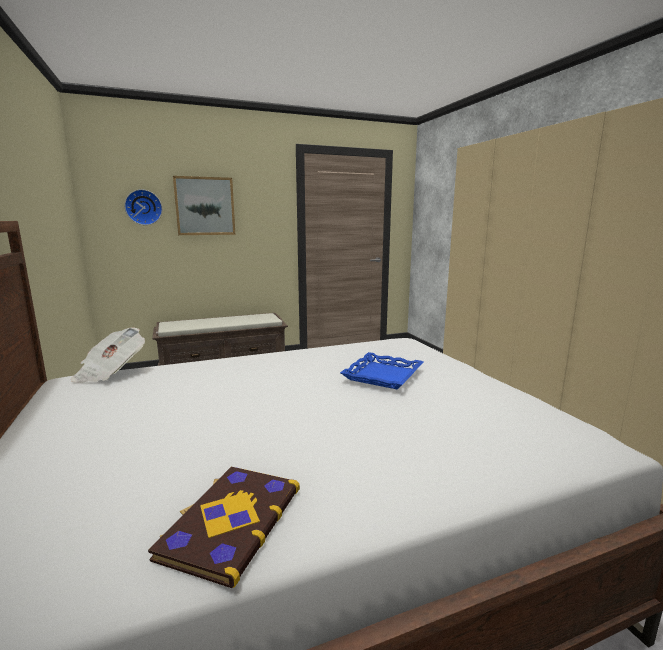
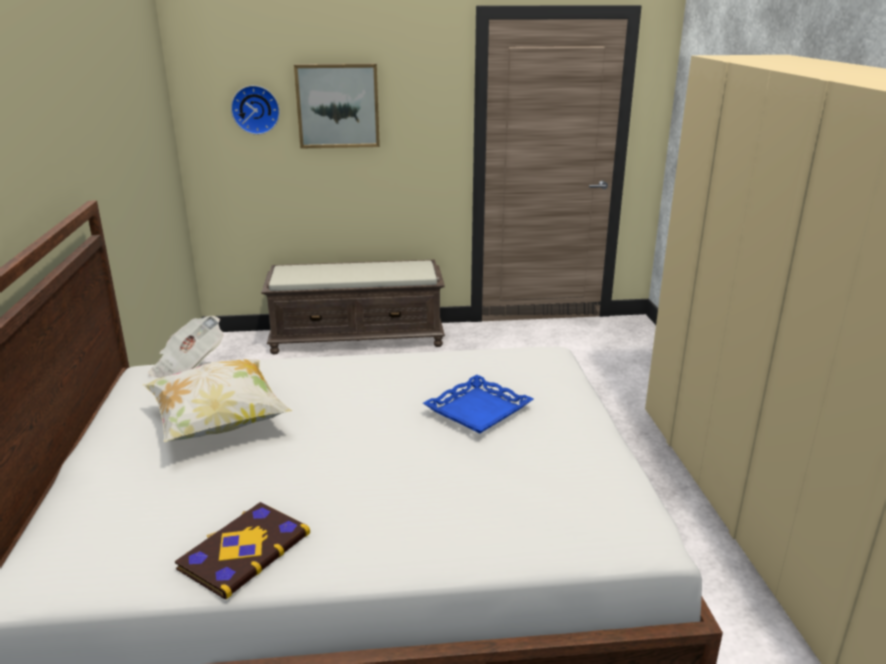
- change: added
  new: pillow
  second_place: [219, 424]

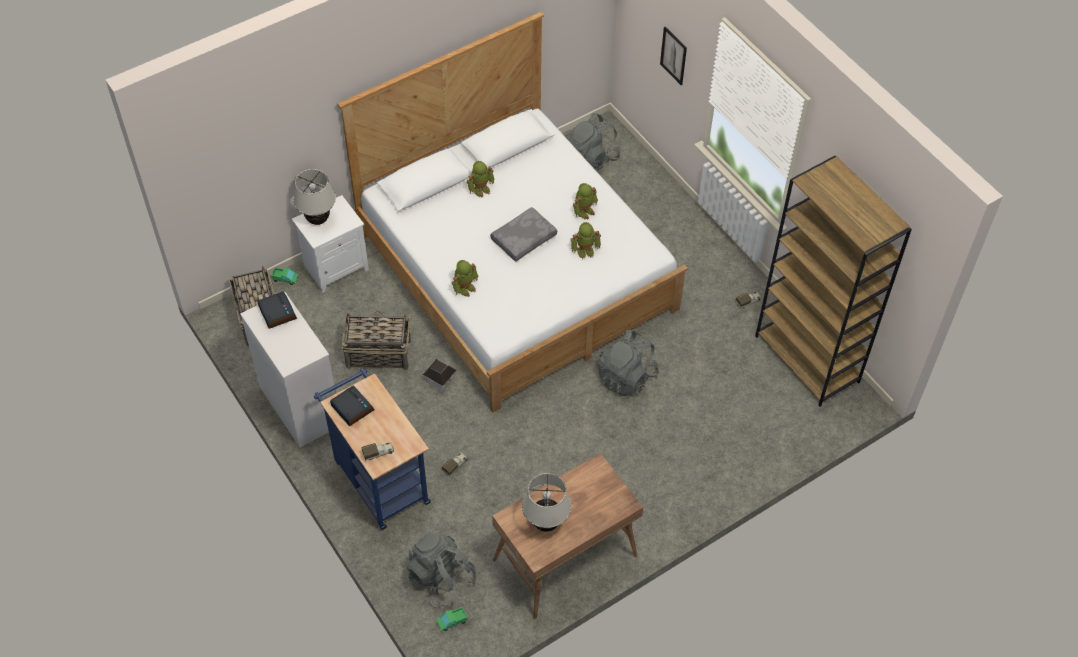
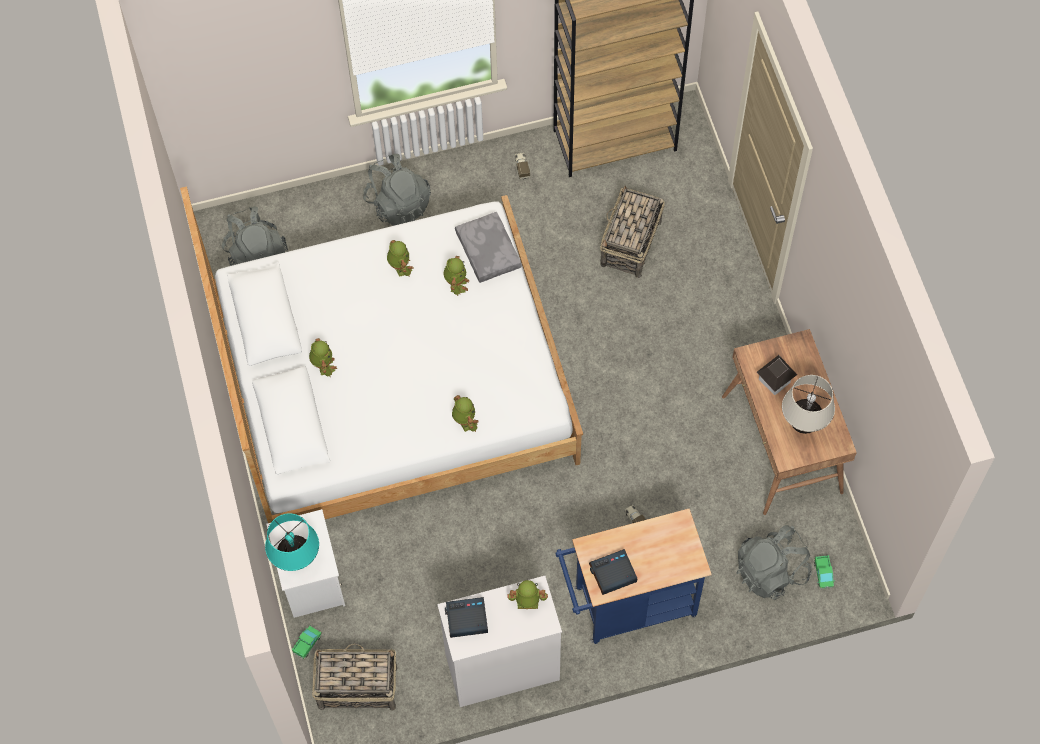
- change: recoloured
  old: beige-coloured lamp for a table
  new: blue-green lamp for a table
  first_place: [318, 220]
  second_place: [296, 560]
- change: moved
  old: household basket
  first_place: [377, 353]
  second_place: [630, 244]
- change: removed
  old: toy truck
  first_place: [378, 453]
- change: moved
  old: model house
  first_place: [440, 379]
  second_place: [774, 380]
- change: moved
  old: gray pillow
  first_place: [523, 238]
  second_place: [487, 251]
- change: moved
  old: gray backpack
  first_place: [626, 377]
  second_place: [398, 203]
- change: removed
  old: wall art
  first_place: [673, 55]
- change: added
  new: model robot
  second_place: [527, 603]

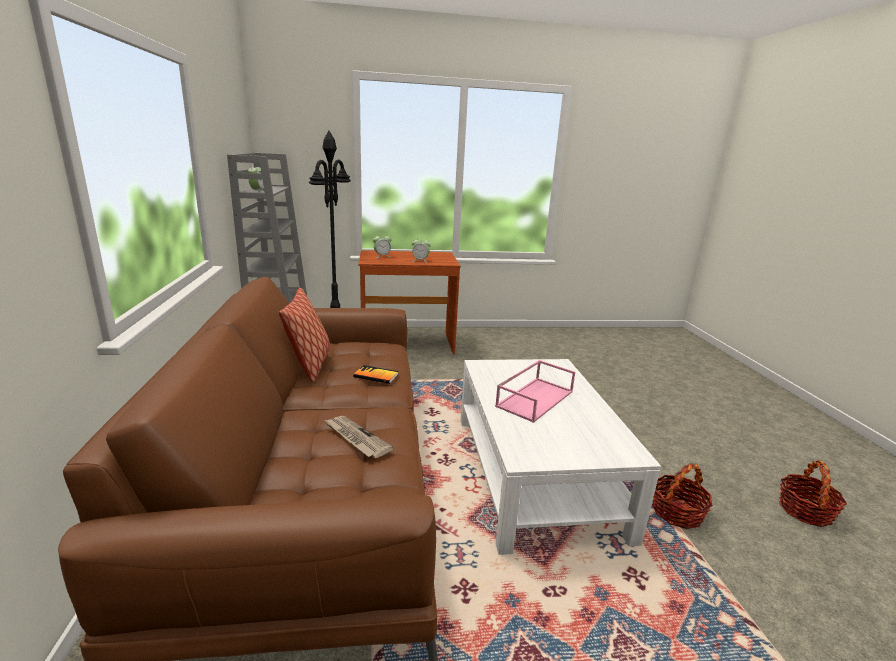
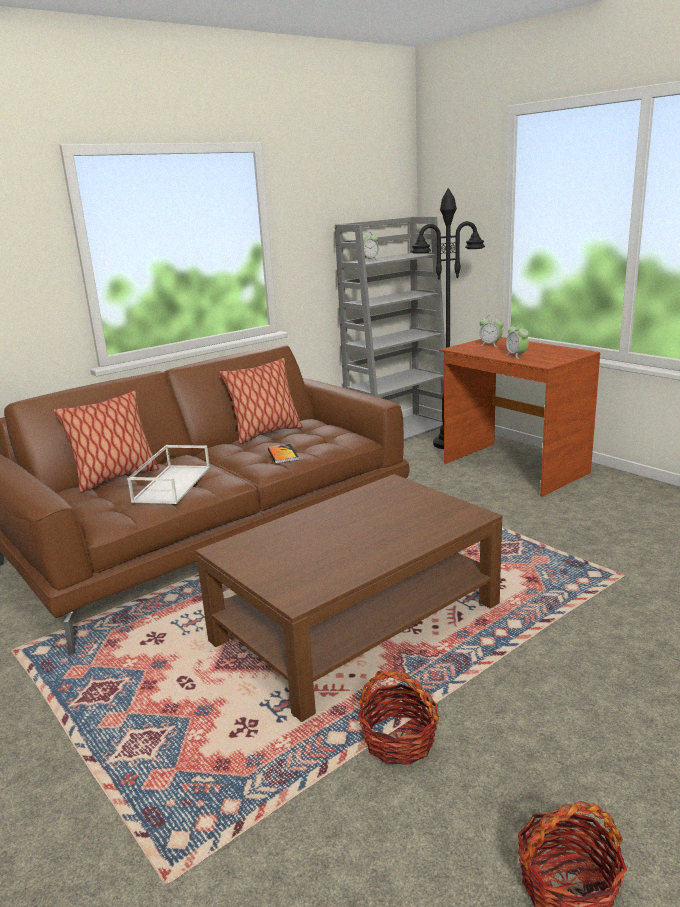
- change: replaced
  old: newspaper
  new: white serving tray
  first_place: [356, 438]
  second_place: [172, 484]
- change: recoloured
  old: white low table
  new: brown-coloured low table
  first_place: [534, 472]
  second_place: [358, 621]
- change: removed
  old: pink-coloured serving tray
  first_place: [534, 398]
- change: added
  new: pillow
  second_place: [115, 478]

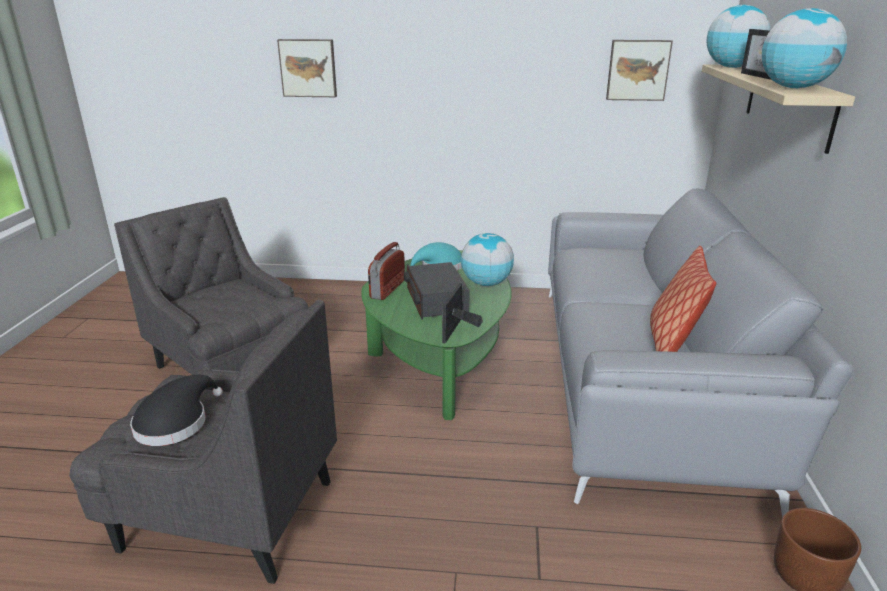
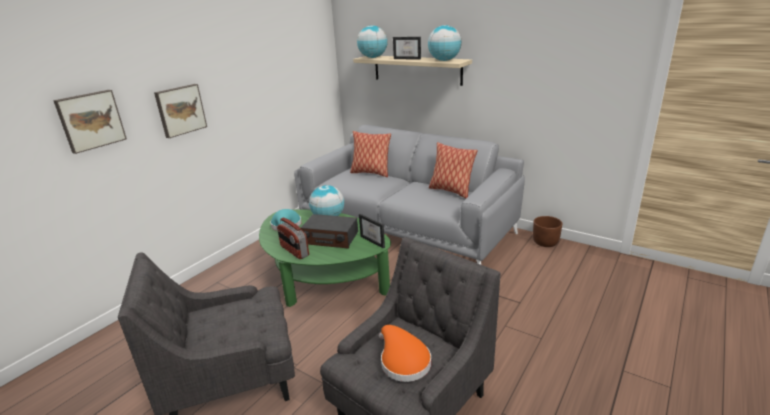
- change: recoloured
  old: blackish hat
  new: orange-coloured hat
  first_place: [175, 422]
  second_place: [403, 361]
- change: moved
  old: wall art
  first_place: [637, 70]
  second_place: [180, 110]
- change: added
  new: pillow
  second_place: [371, 173]

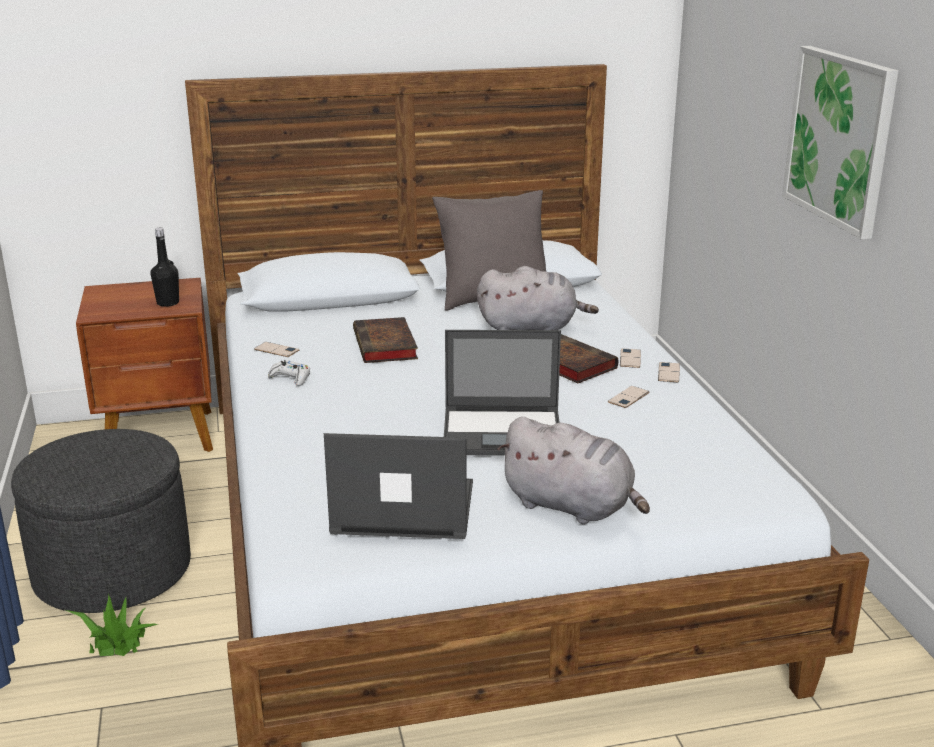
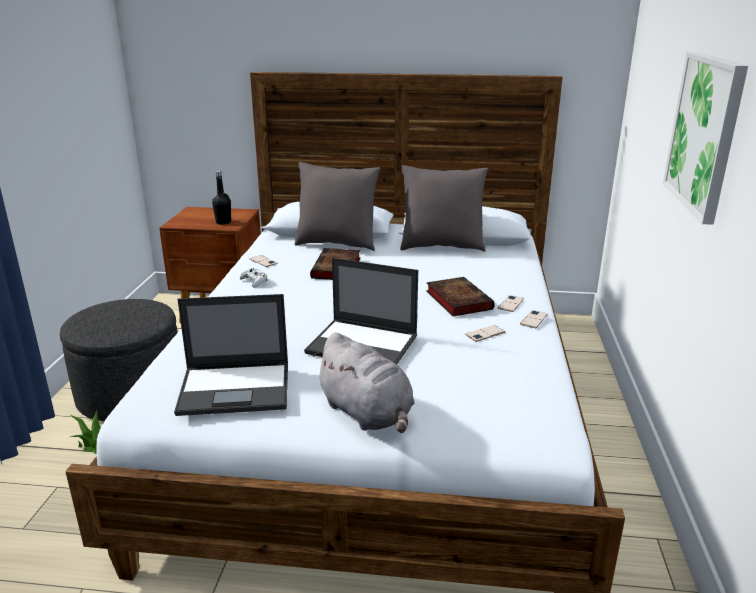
- change: turned
  old: laptop
  first_place: [401, 508]
  second_place: [236, 388]
  degrees: 150
- change: removed
  old: gray plush toy
  first_place: [531, 328]
- change: added
  new: gray pillow
  second_place: [337, 244]

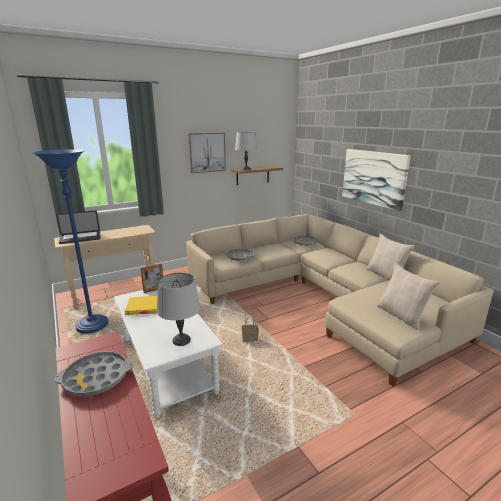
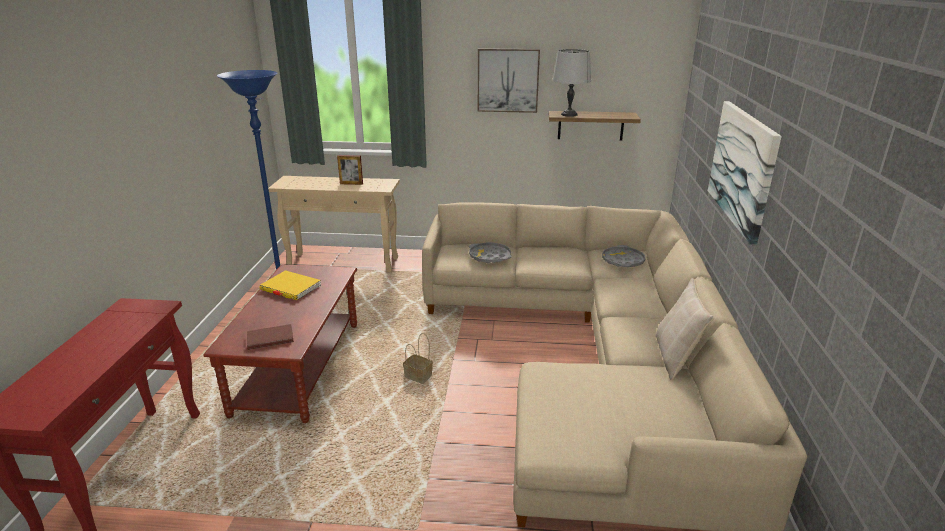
- change: removed
  old: gray serving tray
  first_place: [96, 378]
- change: removed
  old: laptop
  first_place: [80, 238]
- change: recoloured
  old: white low table
  new: brown-coloured low table
  first_place: [167, 364]
  second_place: [298, 367]
- change: moved
  old: photo frame
  first_place: [154, 289]
  second_place: [351, 184]
- change: replaced
  old: gray lamp for a table
  new: brown-coloured volume
  first_place: [181, 340]
  second_place: [269, 338]
- change: removed
  old: beige-coloured pillow
  first_place: [402, 315]

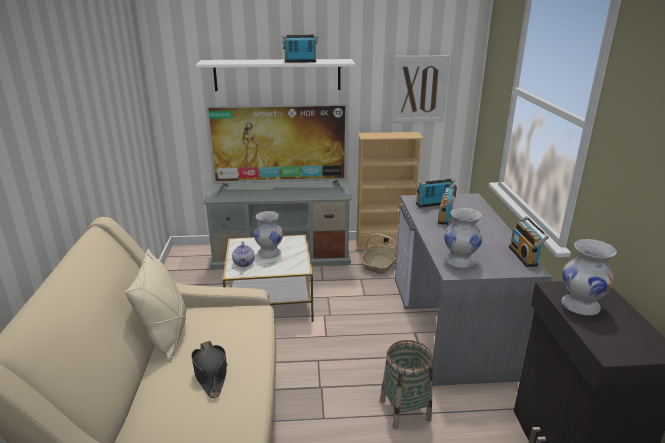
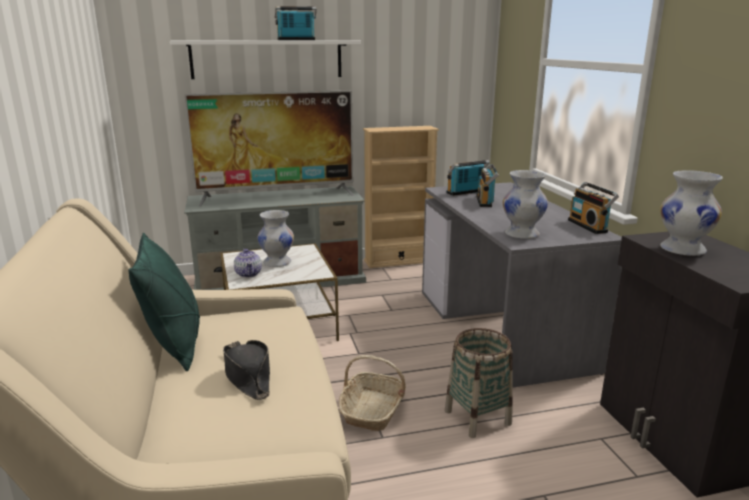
- change: recoloured
  old: beige-coloured pillow
  new: greenish pillow
  first_place: [167, 335]
  second_place: [175, 345]
- change: moved
  old: household basket
  first_place: [380, 264]
  second_place: [372, 410]
- change: removed
  old: wall art
  first_place: [419, 89]

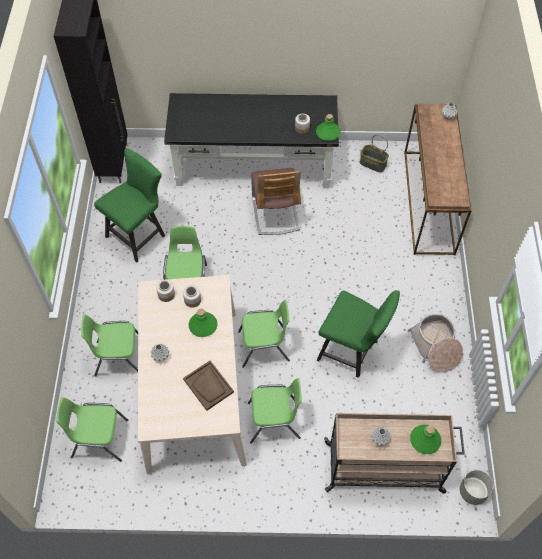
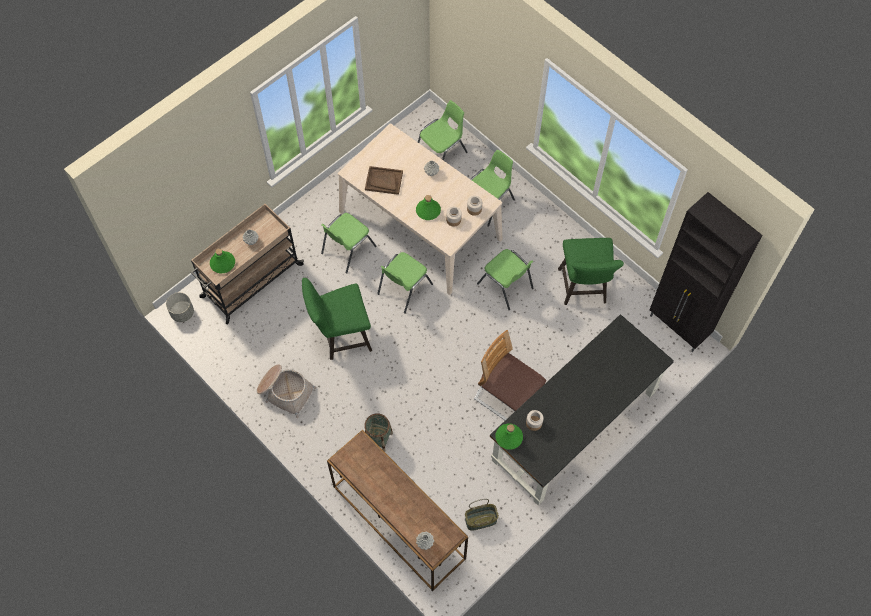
- change: added
  new: household basket
  second_place: [378, 439]

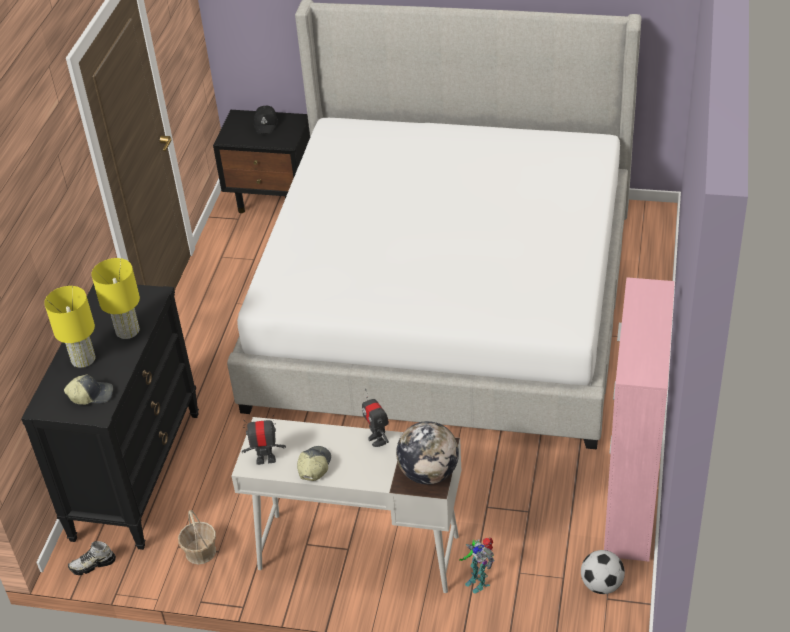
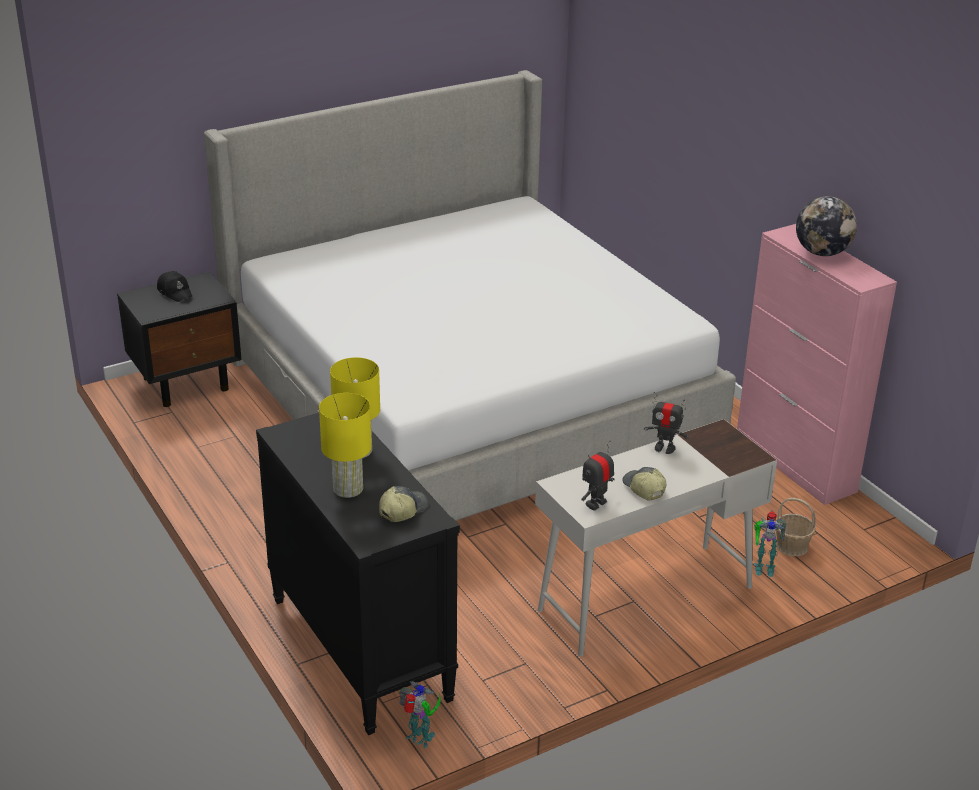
- change: replaced
  old: shoe
  new: model robot
  first_place: [93, 565]
  second_place: [420, 739]
- change: moved
  old: household basket
  first_place: [200, 552]
  second_place: [792, 546]
- change: moved
  old: globe
  first_place: [429, 473]
  second_place: [822, 253]
- change: removed
  old: football
  first_place: [601, 585]

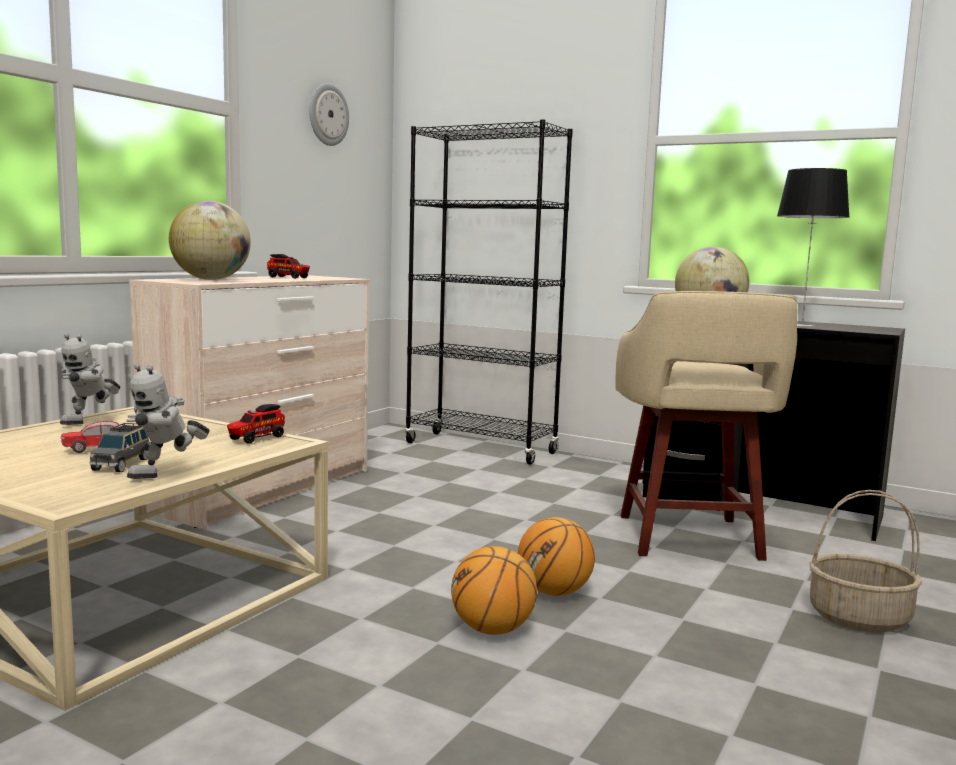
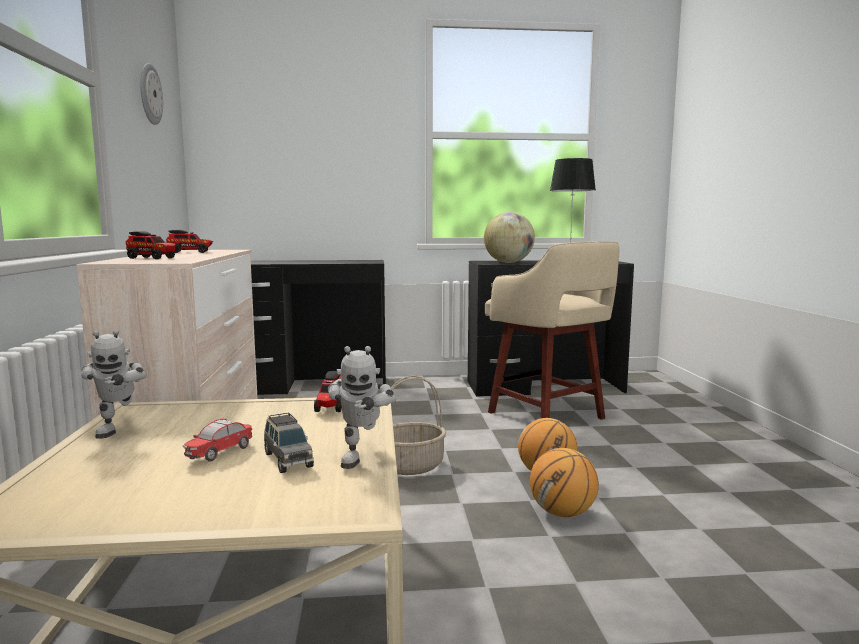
- change: replaced
  old: globe
  new: toy truck
  first_place: [211, 279]
  second_place: [152, 258]
- change: replaced
  old: blackish bookcase
  new: blackish desk unit
  first_place: [481, 448]
  second_place: [312, 386]
- change: moved
  old: household basket
  first_place: [859, 618]
  second_place: [411, 465]

